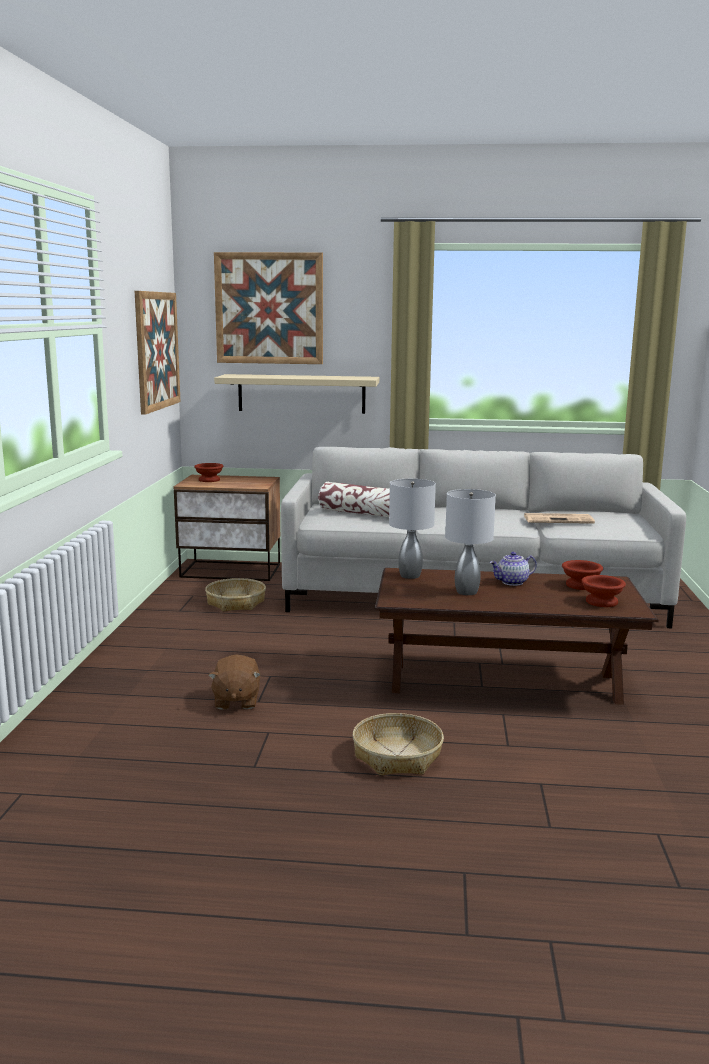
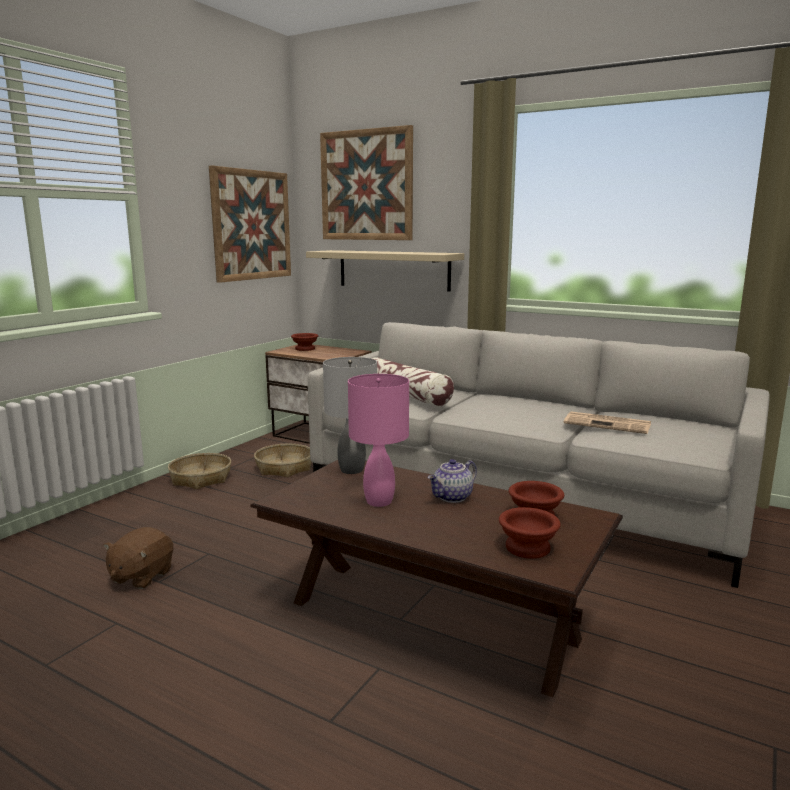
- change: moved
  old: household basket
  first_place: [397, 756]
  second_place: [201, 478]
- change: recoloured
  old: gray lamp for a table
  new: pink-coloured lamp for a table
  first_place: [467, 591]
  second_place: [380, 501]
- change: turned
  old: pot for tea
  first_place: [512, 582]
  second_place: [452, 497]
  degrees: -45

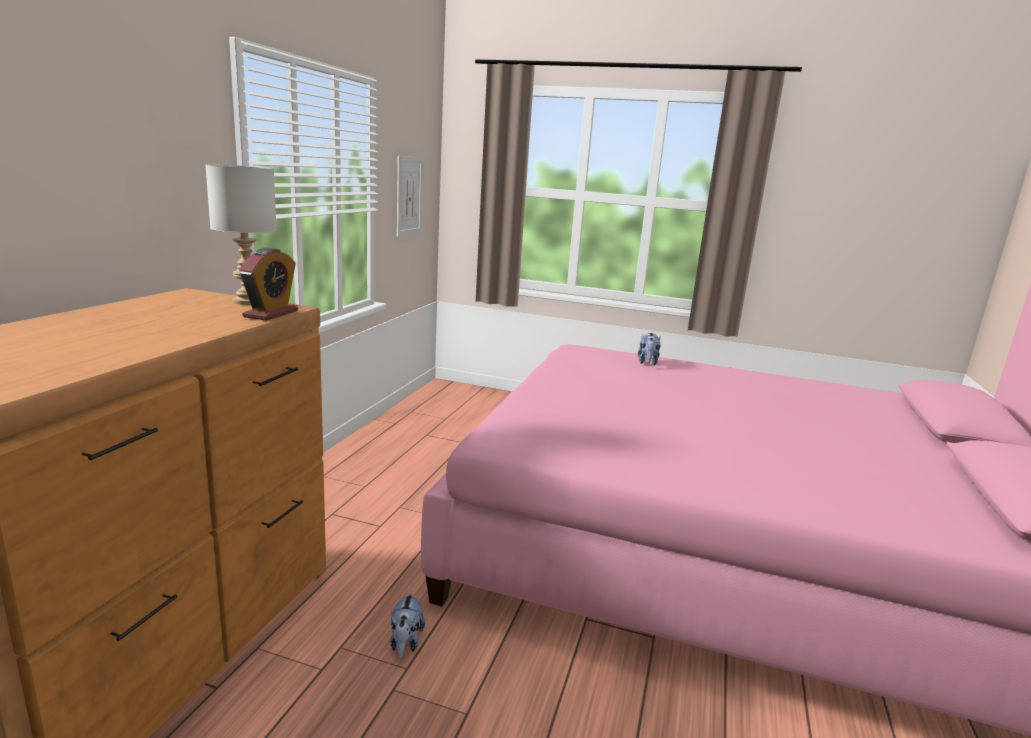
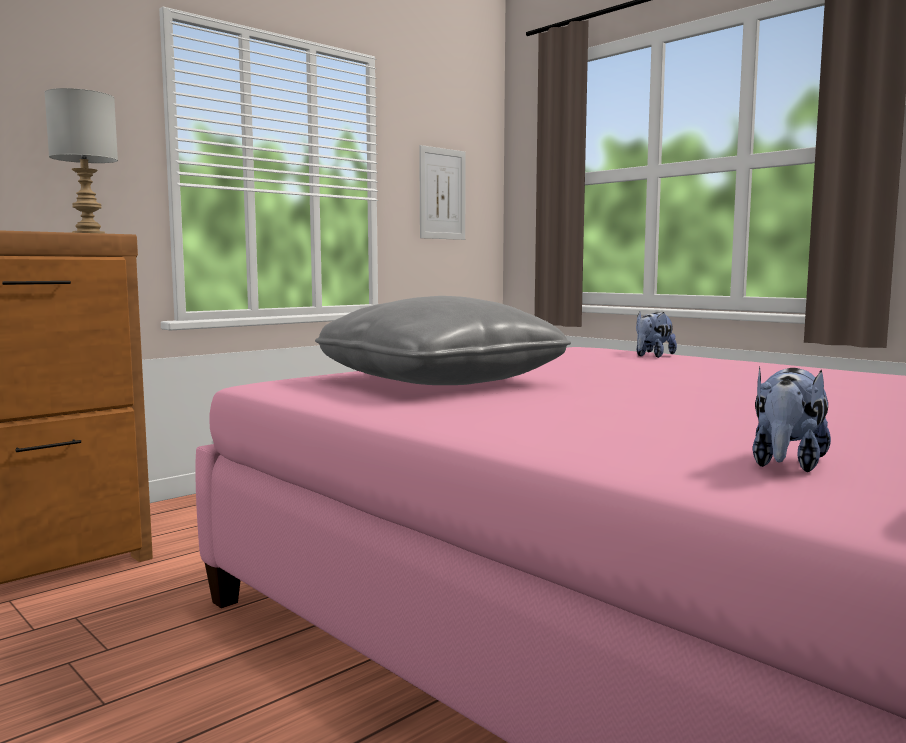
- change: removed
  old: alarm clock
  first_place: [270, 314]
- change: moved
  old: plush toy
  first_place: [405, 643]
  second_place: [786, 464]
- change: added
  new: gray pillow
  second_place: [440, 381]

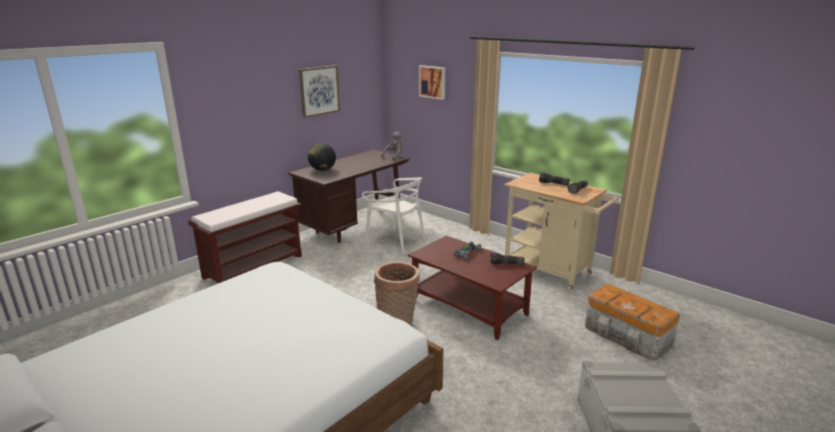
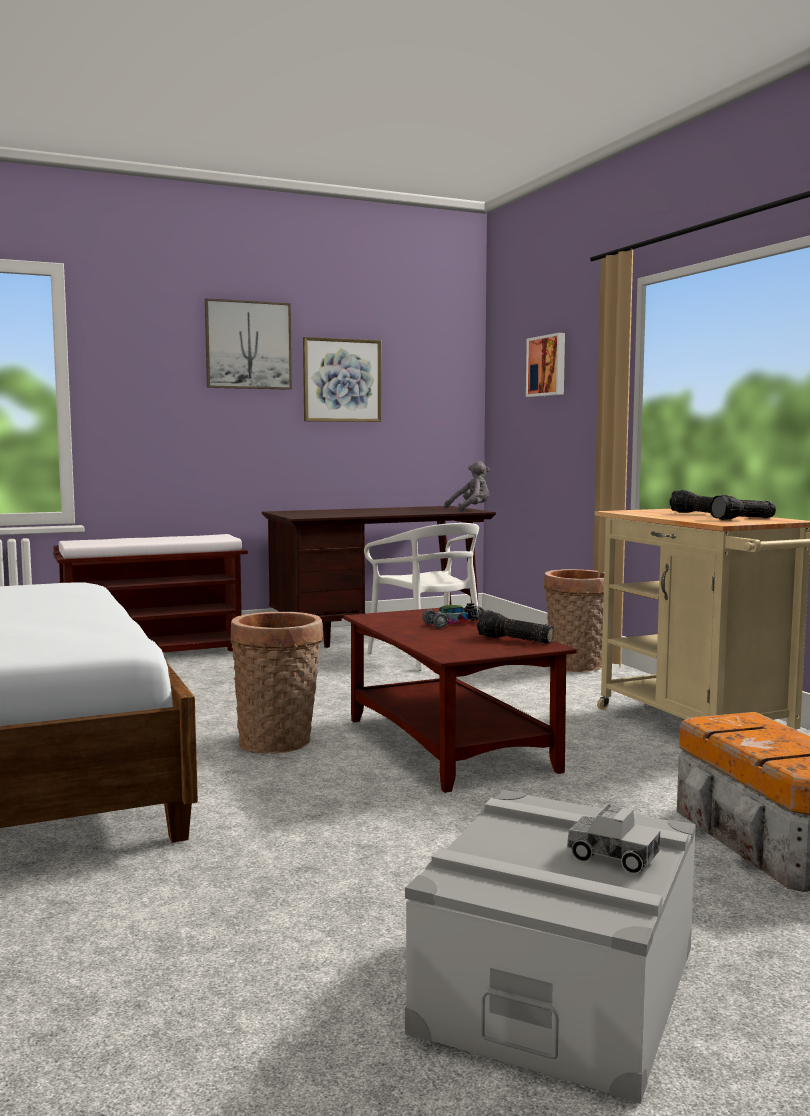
- change: removed
  old: globe
  first_place: [322, 170]
- change: added
  new: wall art
  second_place: [248, 345]
- change: added
  new: household basket
  second_place: [576, 667]
- change: added
  new: toy truck
  second_place: [612, 857]

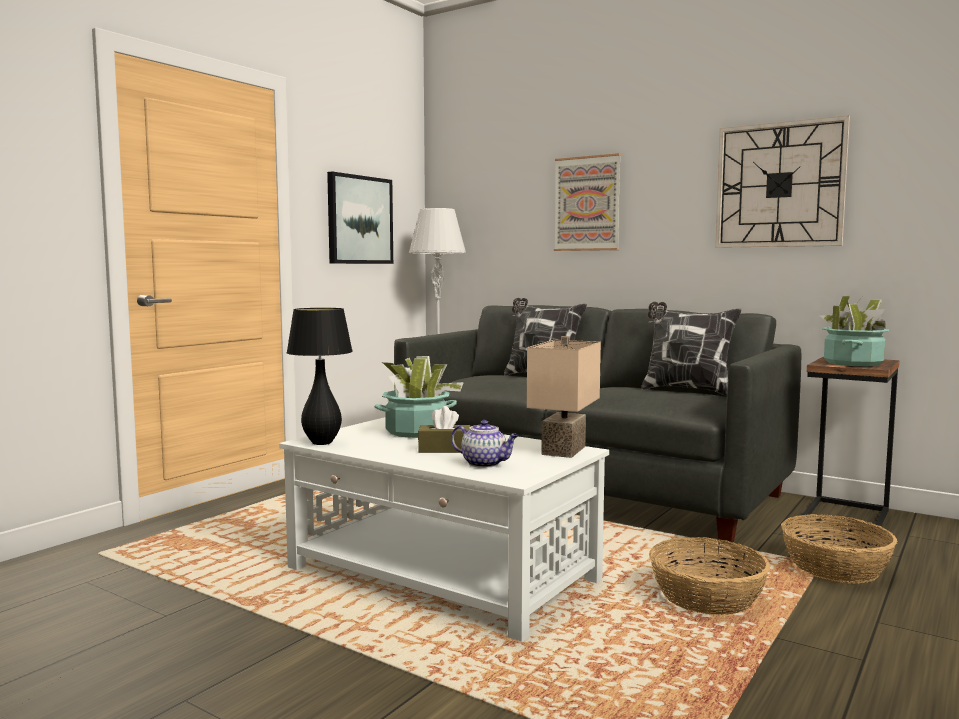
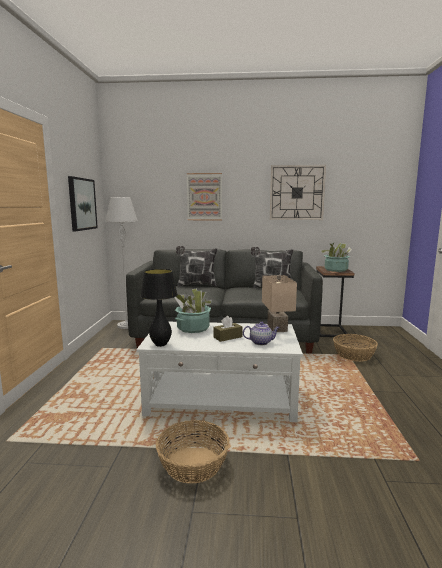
- change: moved
  old: household basket
  first_place: [706, 597]
  second_place: [192, 464]

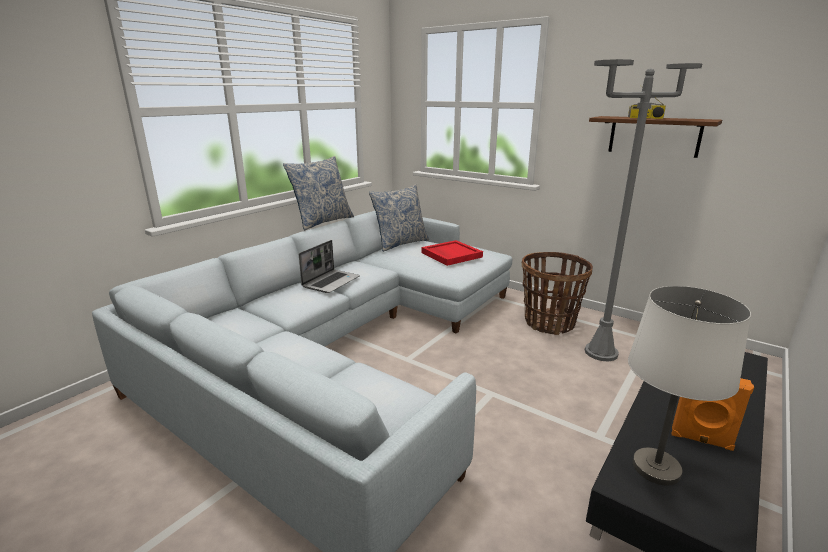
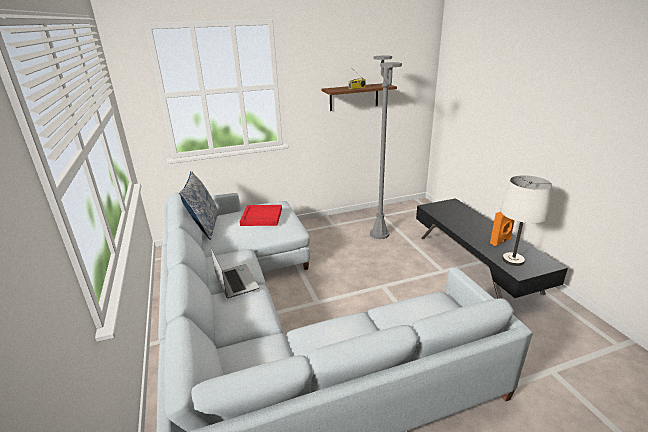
- change: removed
  old: pillow
  first_place: [322, 222]
- change: removed
  old: household basket
  first_place: [549, 323]

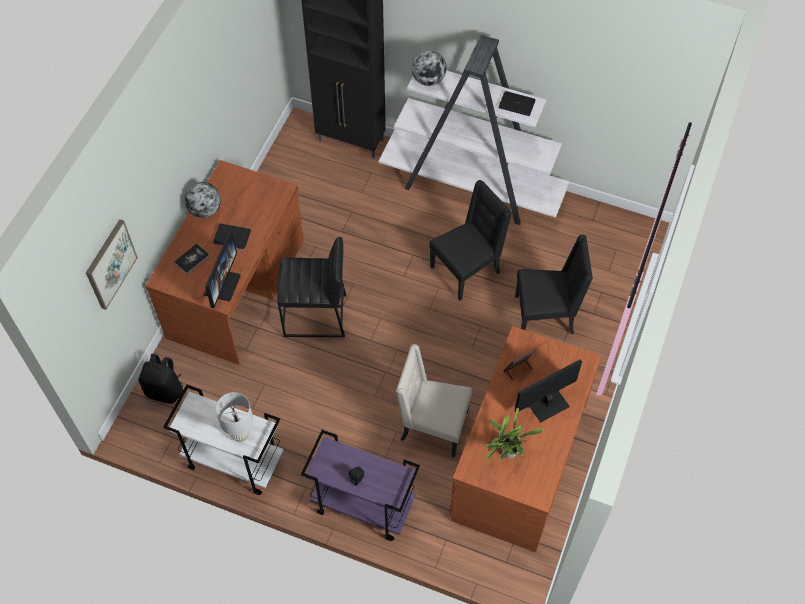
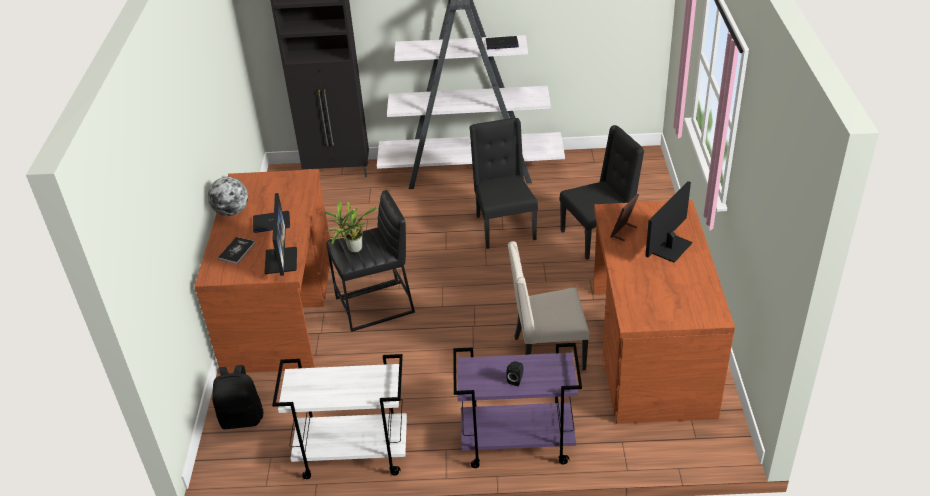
- change: removed
  old: wall art
  first_place: [110, 264]
- change: removed
  old: white lamp for a table
  first_place: [240, 434]
- change: removed
  old: globe
  first_place: [428, 80]
- change: turned
  old: blackish chair
  first_place: [466, 270]
  second_place: [503, 227]
  degrees: -45
- change: moved
  old: plant in a pot
  first_place: [507, 453]
  second_place: [353, 250]

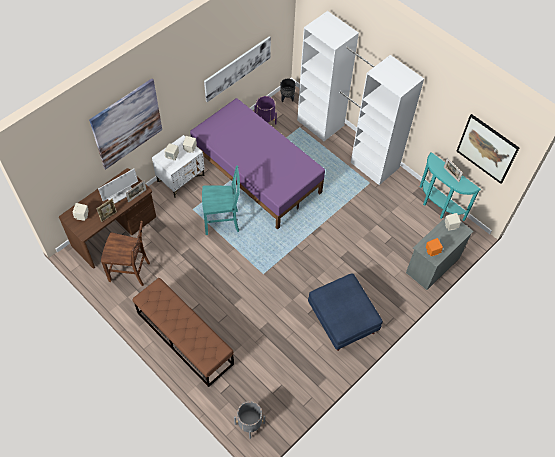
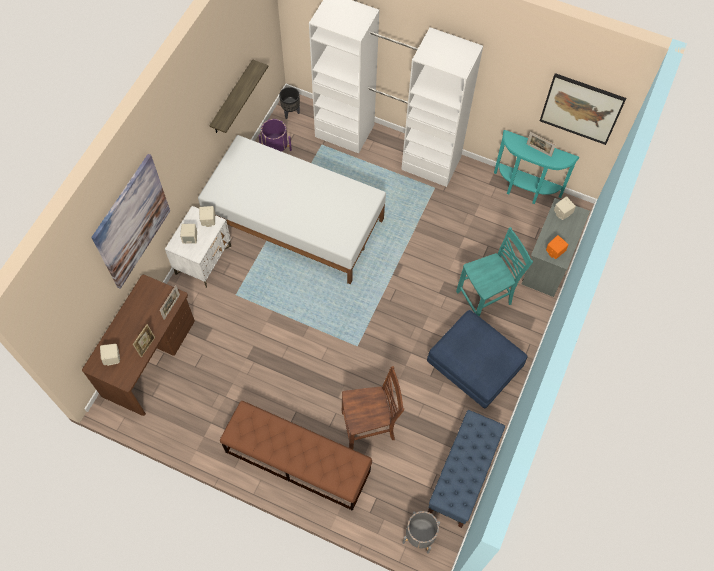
- change: removed
  old: monitor
  first_place: [120, 194]
- change: moved
  old: brown-coloured chair
  first_place: [130, 272]
  second_place: [369, 427]
- change: recoloured
  old: purplish bedroom bed
  new: white bedroom bed
  first_place: [256, 173]
  second_place: [294, 221]
- change: moved
  old: blue-green chair
  first_place: [222, 222]
  second_place: [485, 298]
- change: replaced
  old: wall art
  new: wall shelf
  first_place: [237, 68]
  second_place: [232, 98]
- change: added
  new: bluish long seat
  second_place: [462, 475]

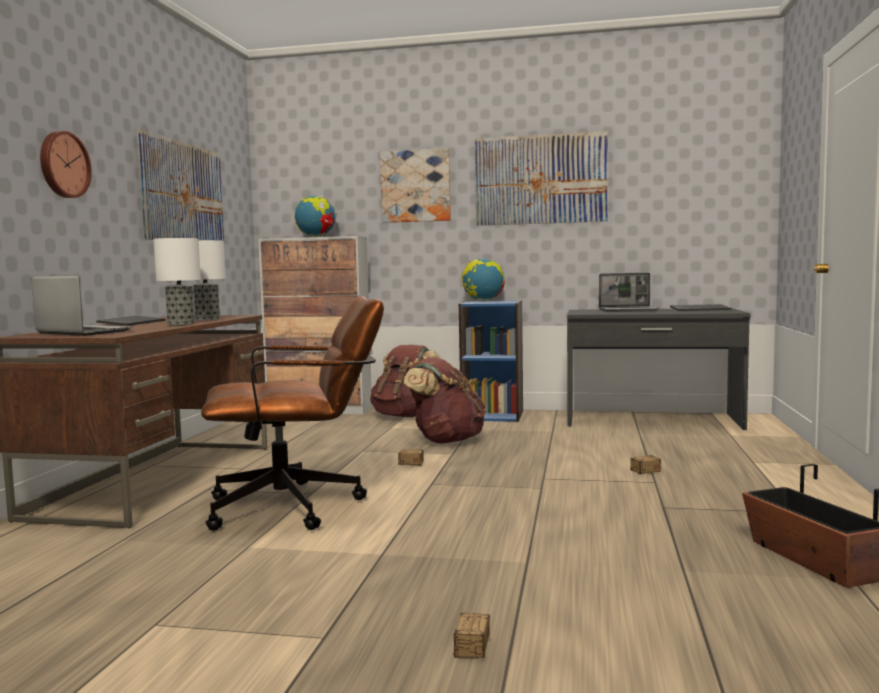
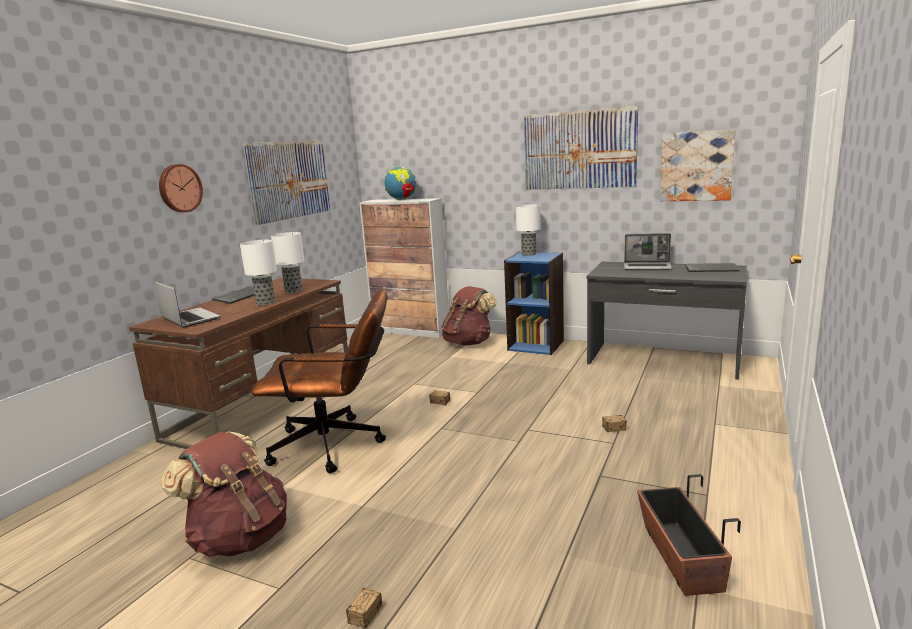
- change: moved
  old: wall art
  first_place: [416, 186]
  second_place: [696, 166]
- change: moved
  old: brown-coloured backpack
  first_place: [445, 441]
  second_place: [239, 538]
- change: replaced
  old: globe
  new: lamp for a table
  first_place: [483, 301]
  second_place: [529, 254]

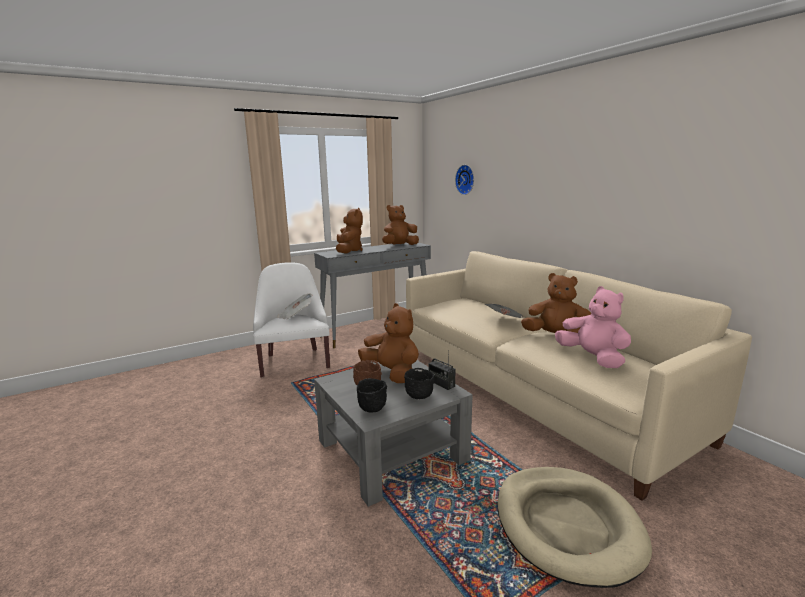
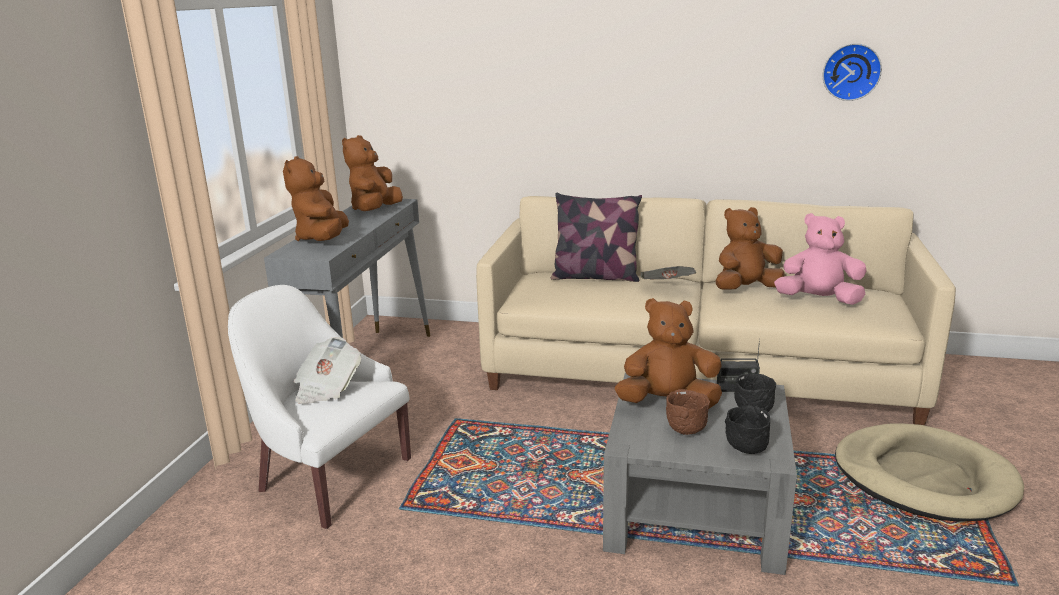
- change: turned
  old: brown-coloured plush toy
  first_place: [349, 251]
  second_place: [322, 239]
  degrees: -135
- change: moved
  old: clock on the wall
  first_place: [466, 179]
  second_place: [851, 72]
- change: added
  new: pillow
  second_place: [595, 277]

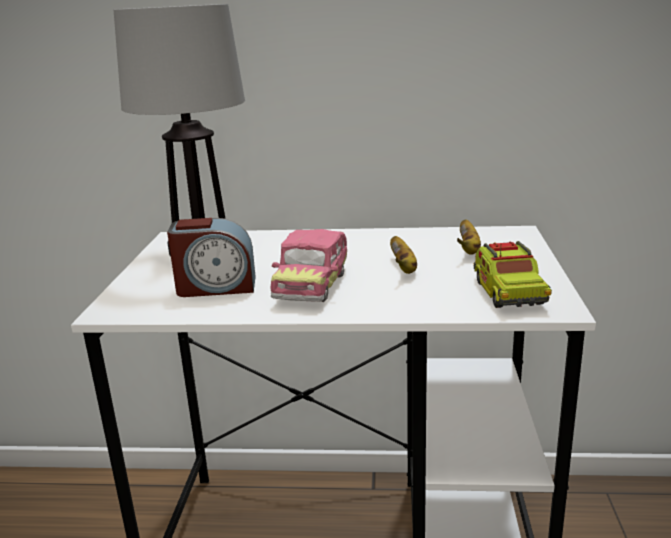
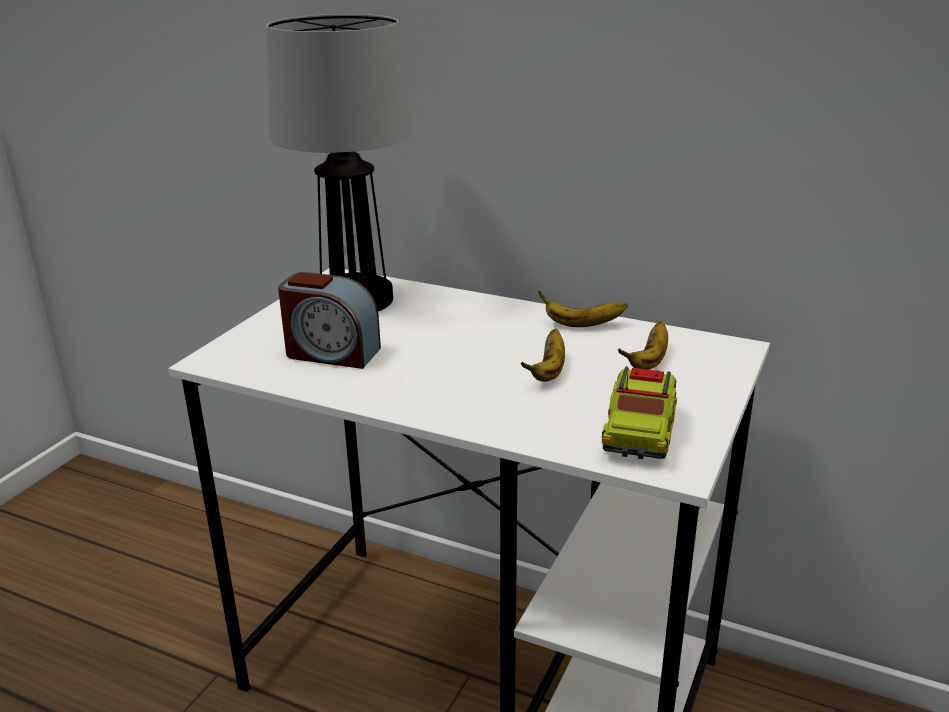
- change: removed
  old: model car
  first_place: [312, 285]
- change: added
  new: banana fruit
  second_place: [582, 325]

